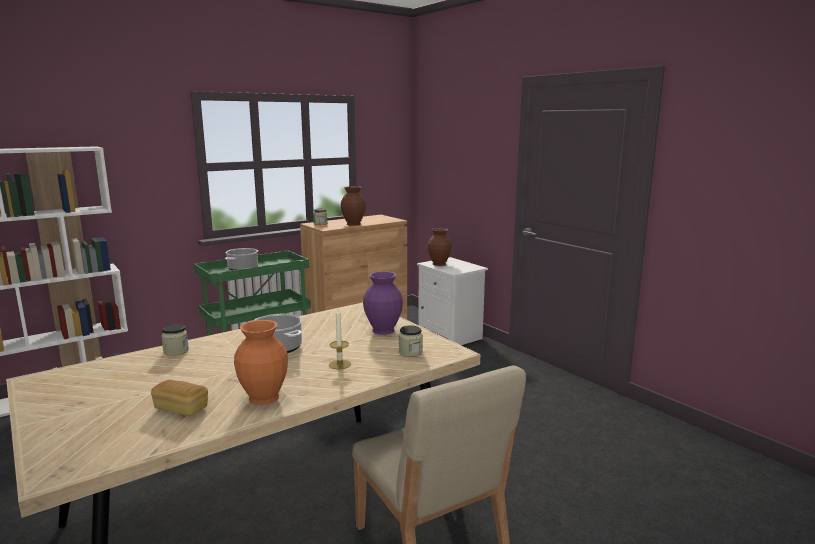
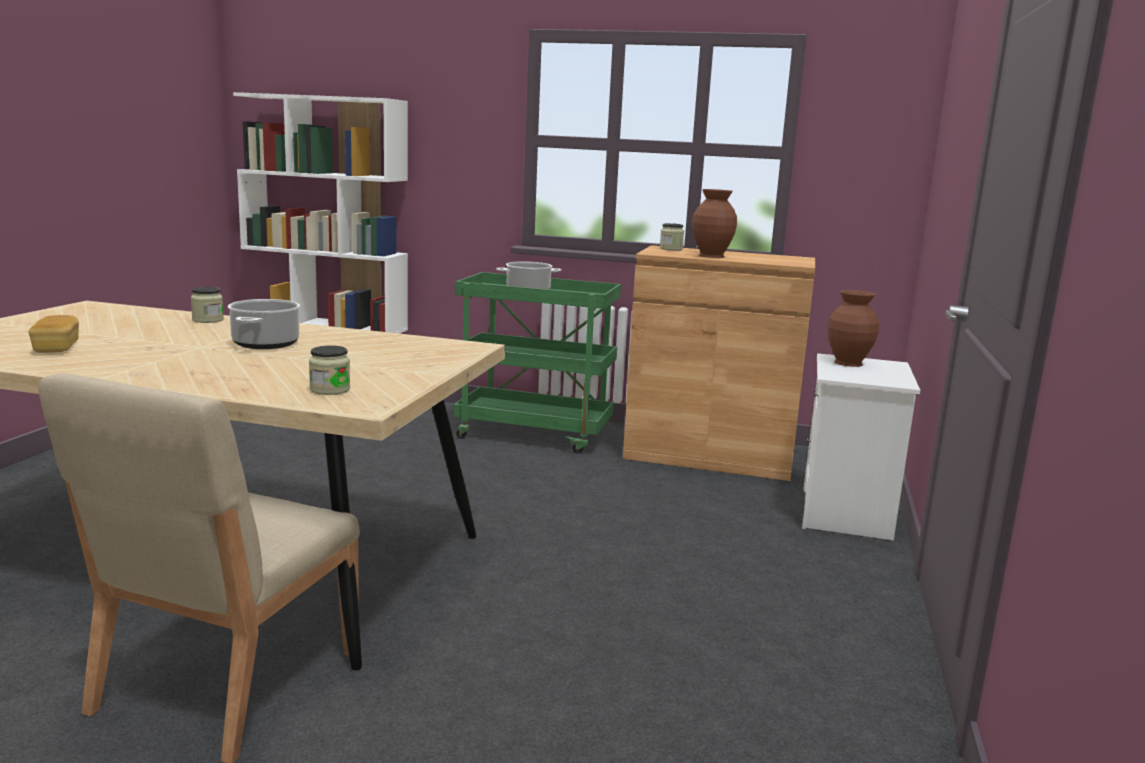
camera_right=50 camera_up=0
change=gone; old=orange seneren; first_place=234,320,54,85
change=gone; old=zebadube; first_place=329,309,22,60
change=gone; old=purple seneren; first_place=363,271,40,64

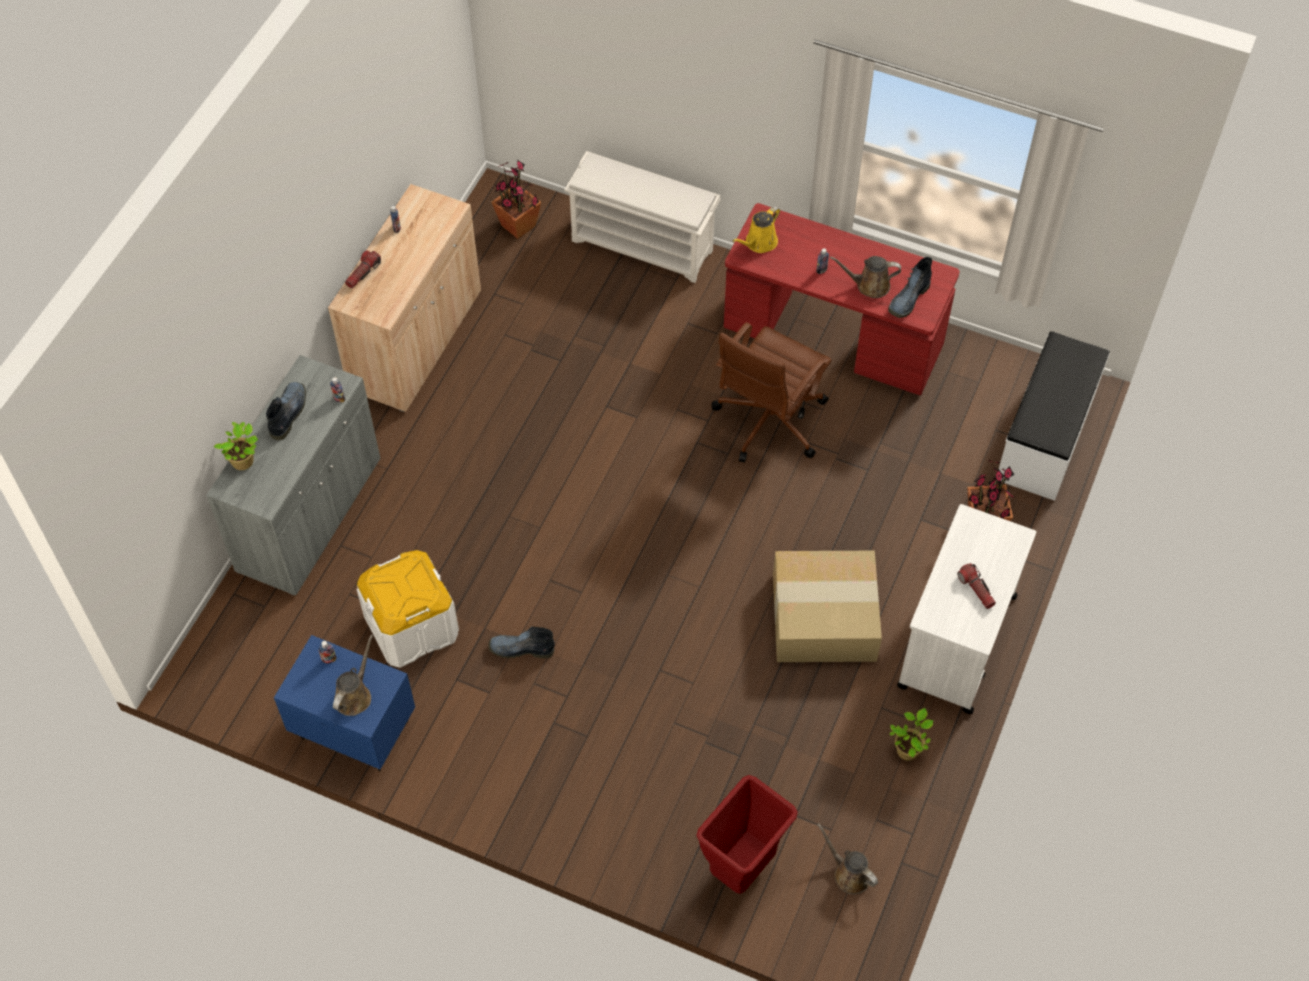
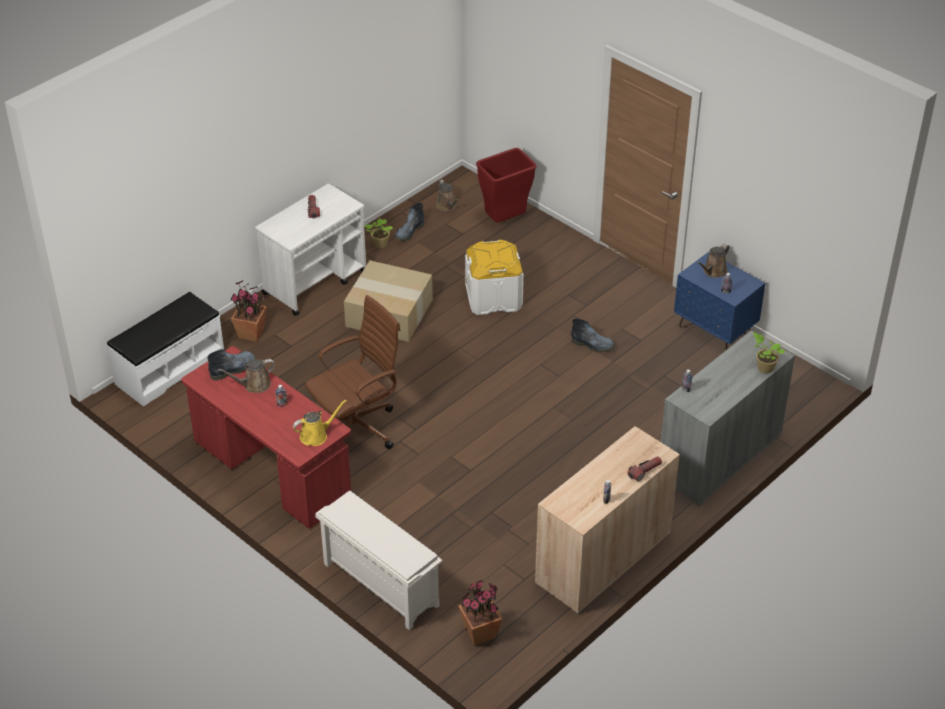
camera_right=-160 camera_up=-15
change=shifted; old=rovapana; first_place=266,382,40,58; second_place=394,203,30,38
change=shifted; old=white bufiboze; first_place=357,550,102,118; second_place=465,240,59,75
change=rotated; old=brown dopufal; first_place=830,256,71,42; second_place=218,359,57,34; degrees=135

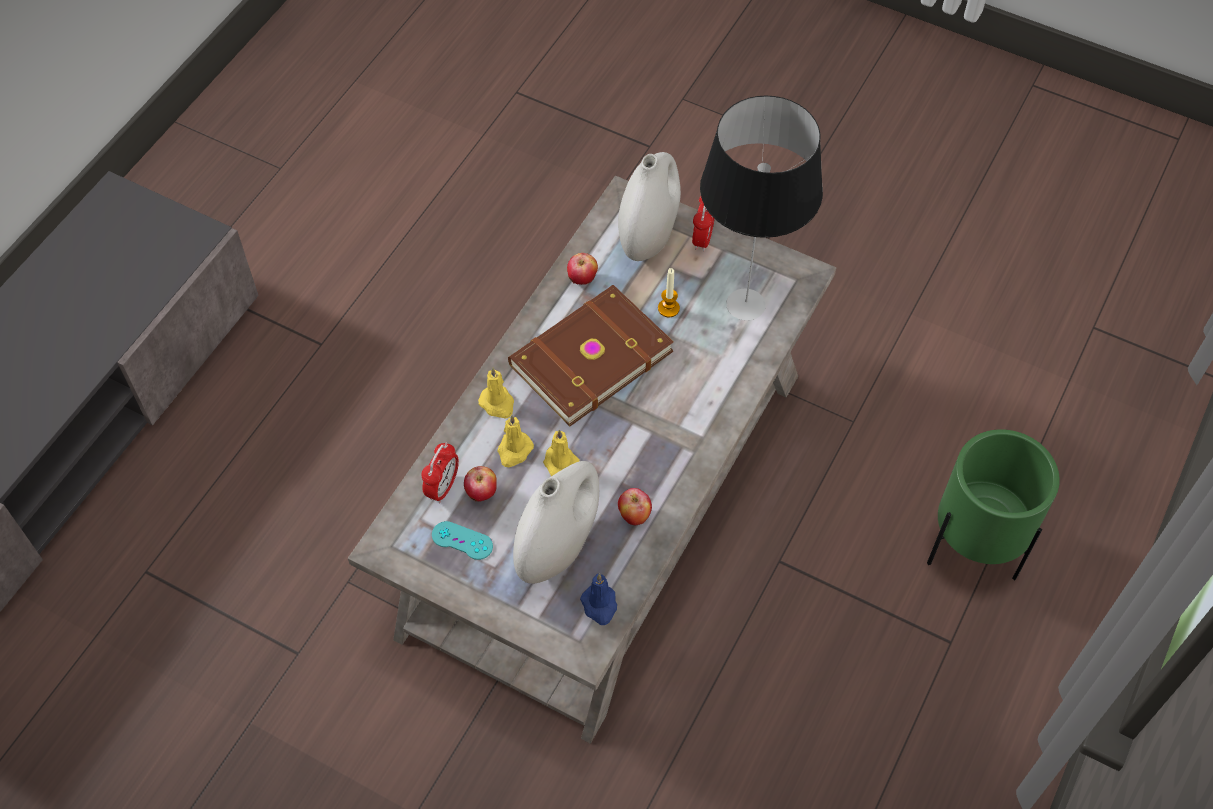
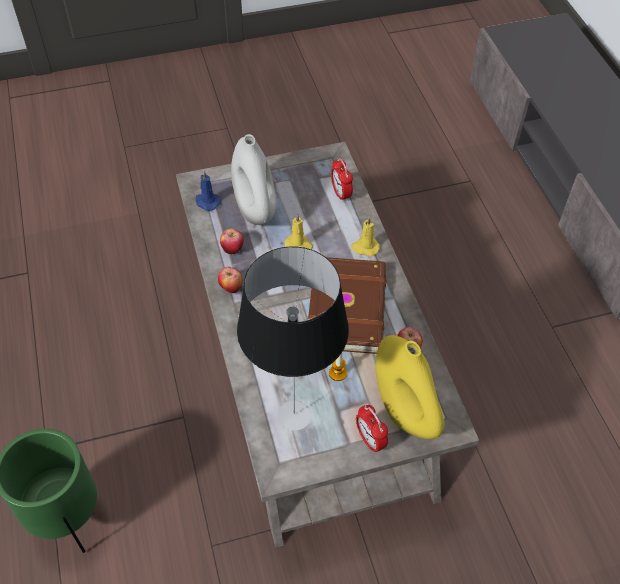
camera_right=135 camera_up=-5
change=gone; old=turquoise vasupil; first_place=432,521,61,39
change=shifted; old=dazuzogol; first_place=464,466,33,36; second_place=218,267,25,26
change=gone; old=yellow zebadube; first_place=497,415,37,52
change=repainted; old=white seneren; new=yellow seneren; first_place=618,152,63,109; second_place=375,335,70,105

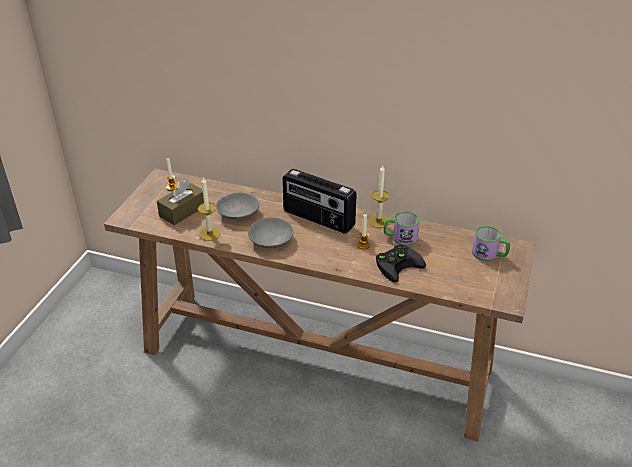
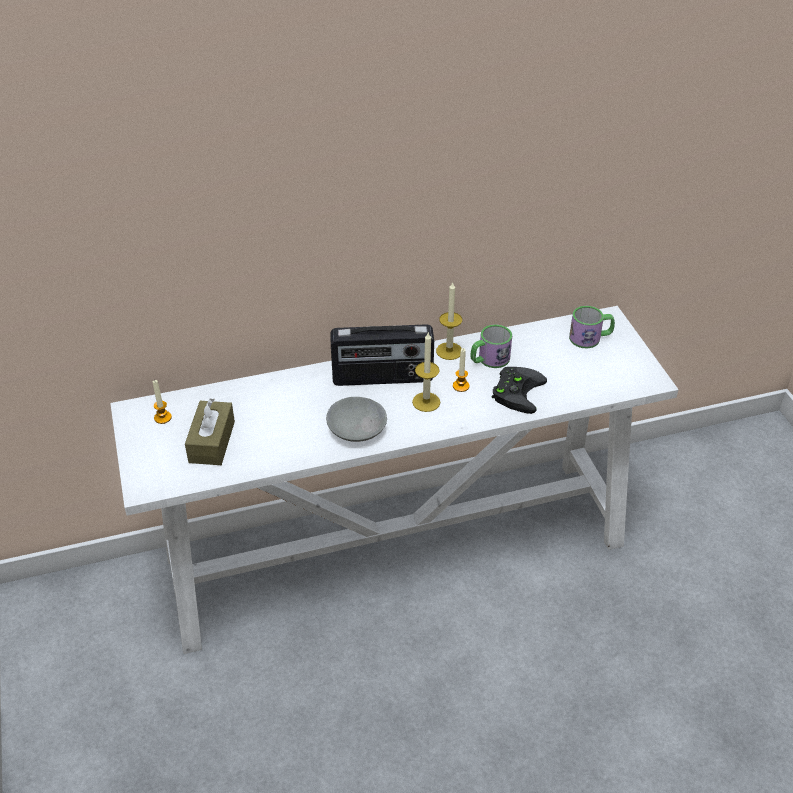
camera_right=-35 camera_up=5
change=repainted; old=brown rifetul; new=white rifetul; first_place=104,169,431,273; second_place=110,306,568,348
change=shifted; old=zebadube; first_place=198,176,23,65; second_place=412,333,28,79
change=gone; old=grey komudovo; first_place=216,192,43,28

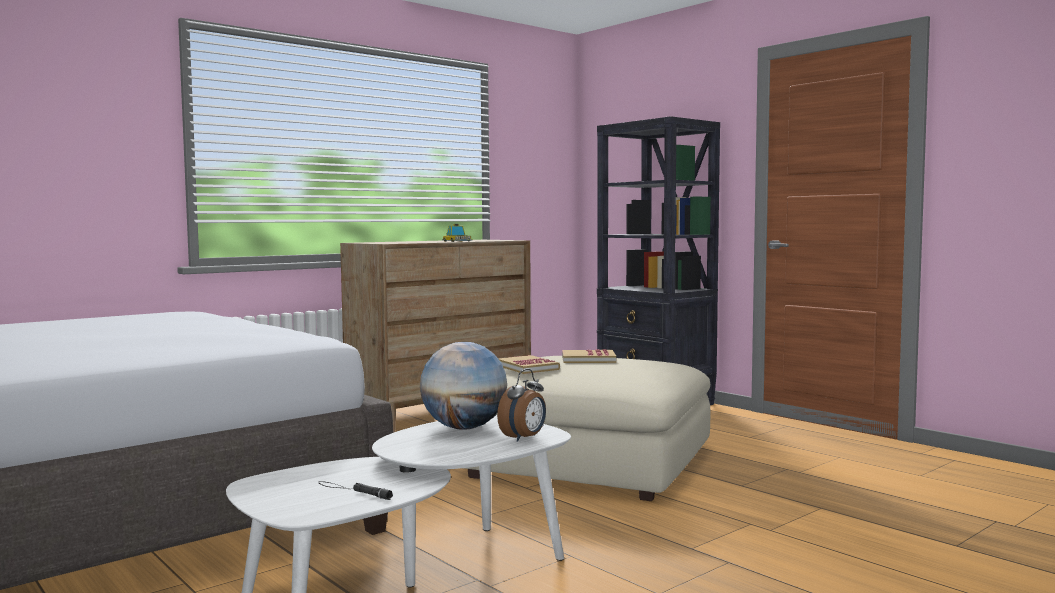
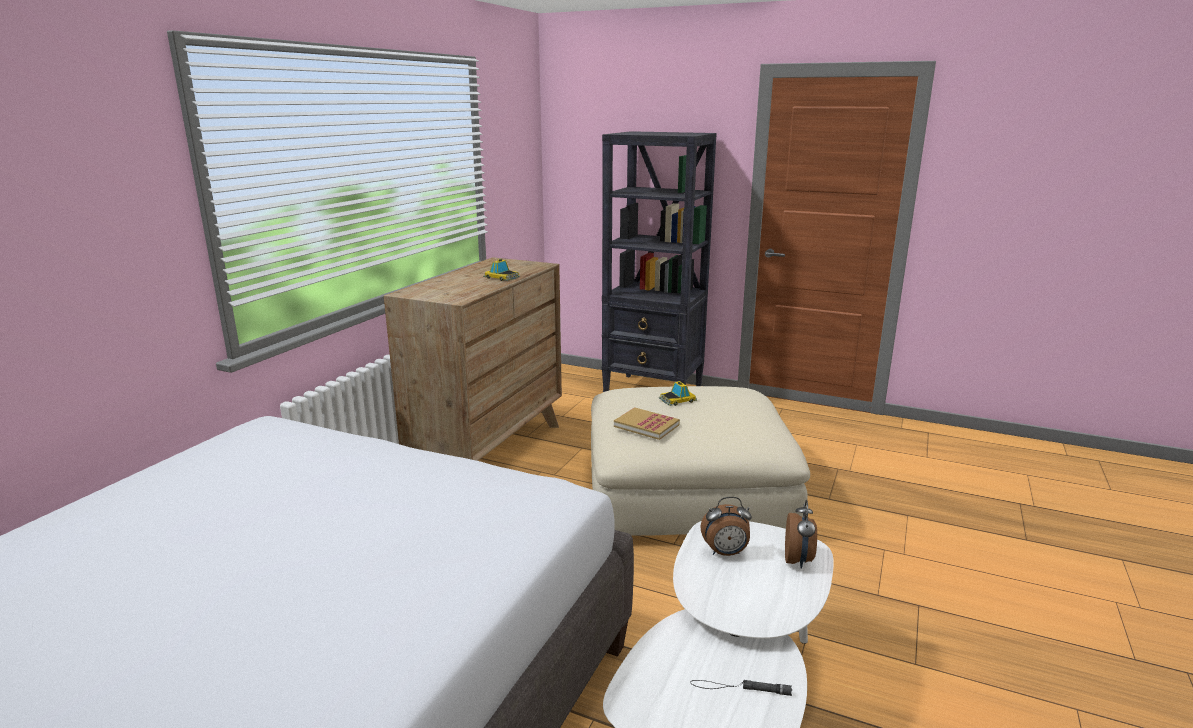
camera_right=-25 camera_up=15
change=swapped; old=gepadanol; new=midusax; first_place=420,342,87,88; second_place=700,497,52,59
change=swapped; old=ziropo; new=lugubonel; first_place=562,349,54,14; second_place=659,381,38,25

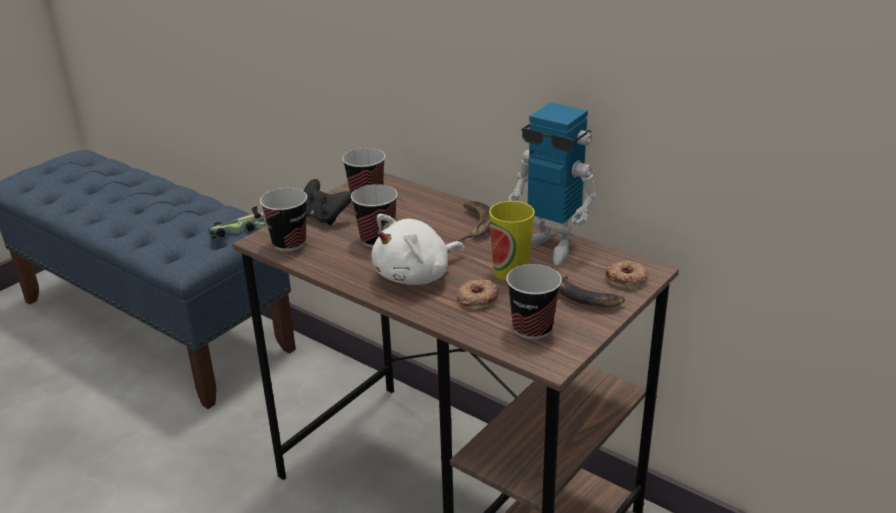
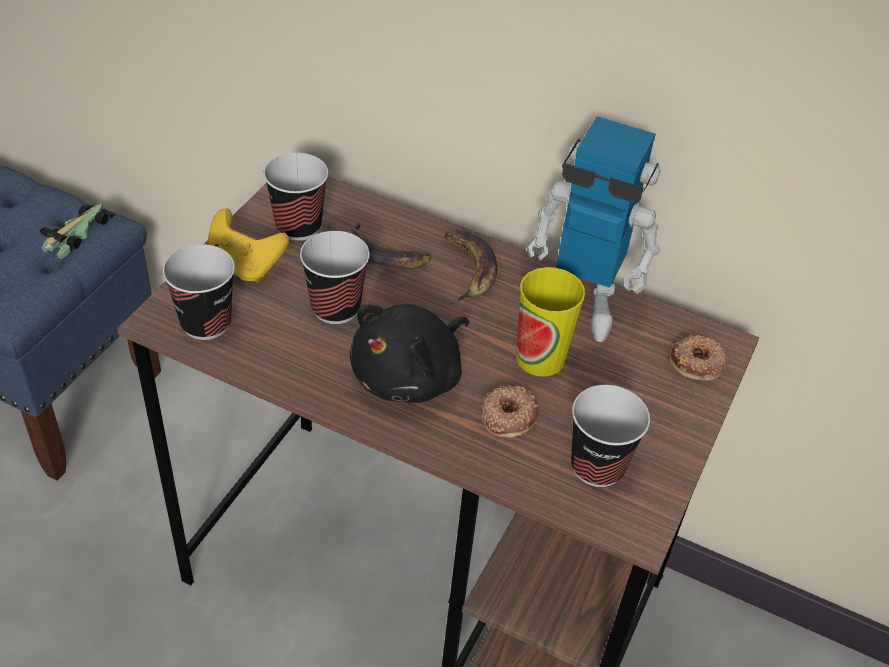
camera_right=-15 camera_up=15
change=rotated; old=lugubonel; first_place=208,206,57,33; second_place=39,204,76,55; degrees=150
change=repainted; old=black vasupil; new=yellow vasupil; first_place=304,179,48,46; second_place=208,208,81,75
change=repainted; old=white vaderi; new=black vaderi; first_place=371,214,93,71; second_place=350,304,119,99
change=shifted; old=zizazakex; first_place=559,275,66,32; second_place=347,221,84,48

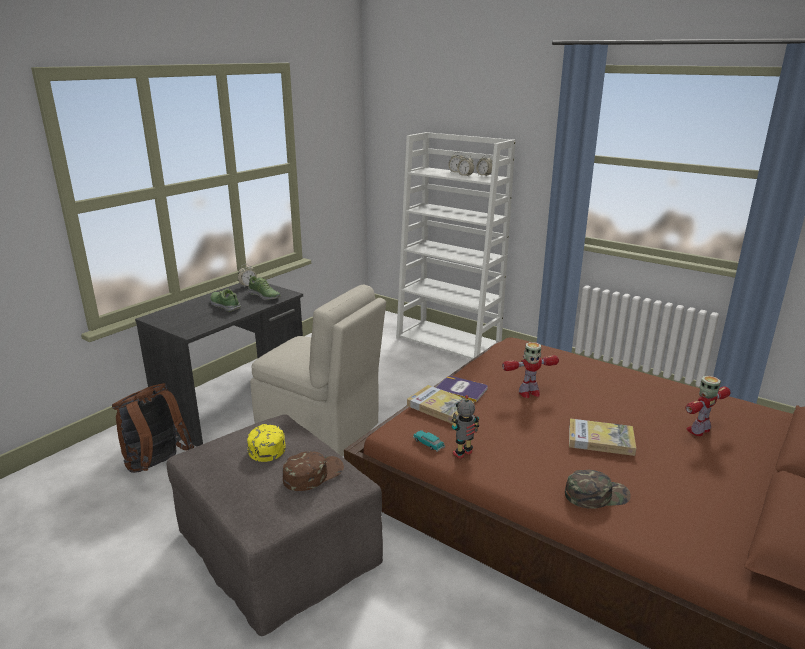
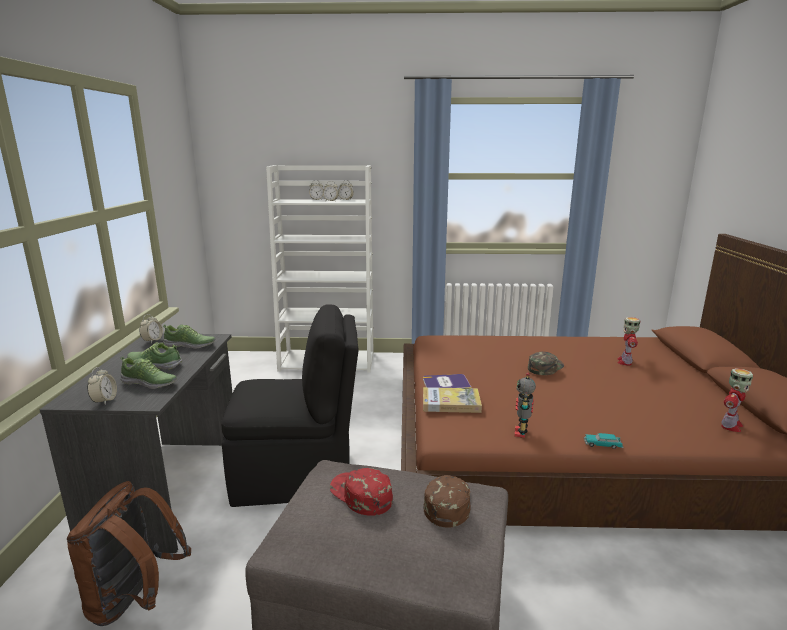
camera_right=-35 camera_up=-5
change=repainted; old=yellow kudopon; new=red kudopon; first_place=247,424,39,38; second_place=330,468,63,48
change=repainted; old=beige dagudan; new=black dagudan; first_place=250,285,136,172; second_place=221,304,138,203
change=shifted; old=lugubonel; first_place=413,430,32,22; second_place=584,433,40,16
change=shifted; old=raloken; first_place=502,342,57,56; second_place=721,368,32,64
change=shifted; old=green kudopon; first_place=565,470,66,39; second_place=528,352,36,23
change=gone; old=ziropo; first_place=569,418,67,38
change=new; new=midusax; second_place=87,367,30,38
change=new; new=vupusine; second_place=120,357,57,32

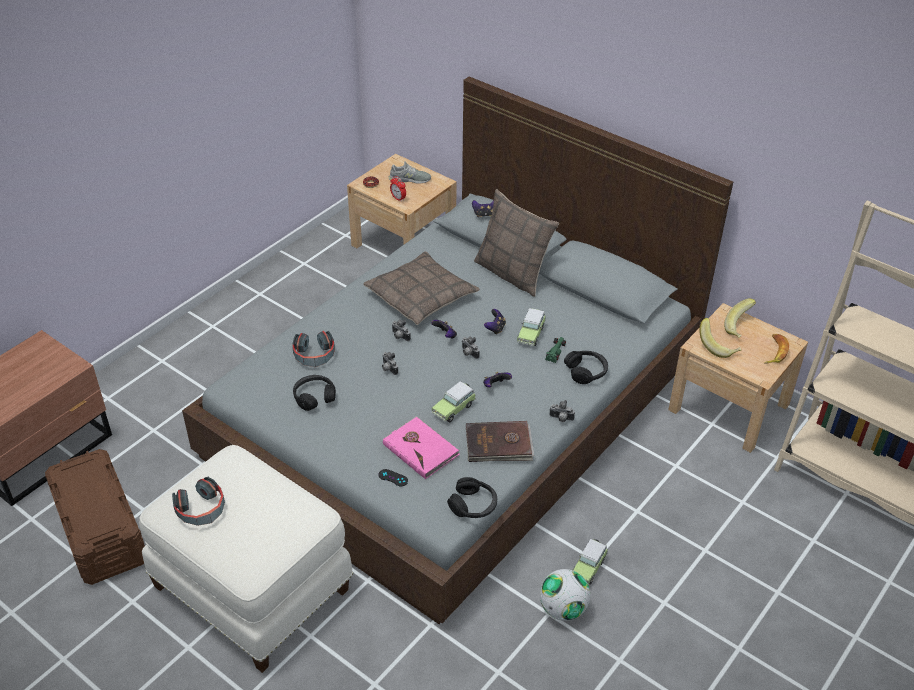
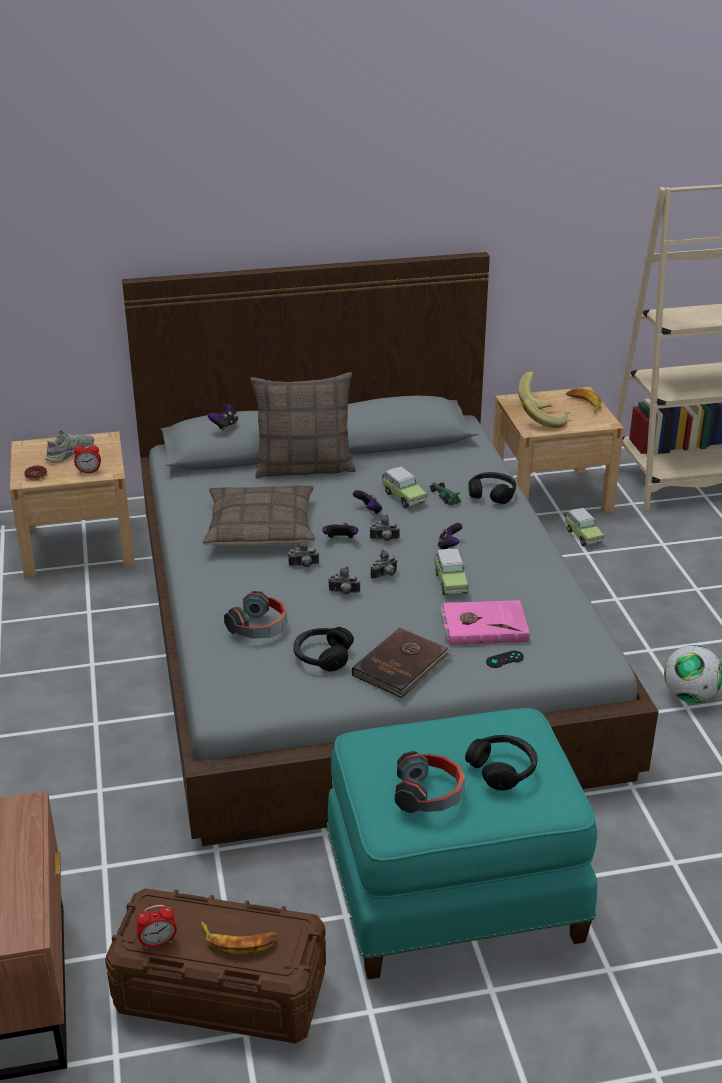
camera_right=-50 camera_up=-10
change=repainted; old=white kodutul; new=turquoise kodutul; first_place=139,445,214,228; second_place=327,708,270,272
change=shifted; old=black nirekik; first_place=447,477,50,41; second_place=465,735,73,55
change=shifted; old=brown ziropo; first_place=466,421,68,41; second_place=352,628,101,70
change=shifted; old=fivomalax; first_place=549,400,26,22; second_place=371,550,27,29
change=shifted; old=lugubonel; first_place=573,539,35,46; second_place=564,508,41,38
change=new; new=midusax; second_place=136,905,41,44
change=new; new=zizazakex; second_place=201,922,76,33

